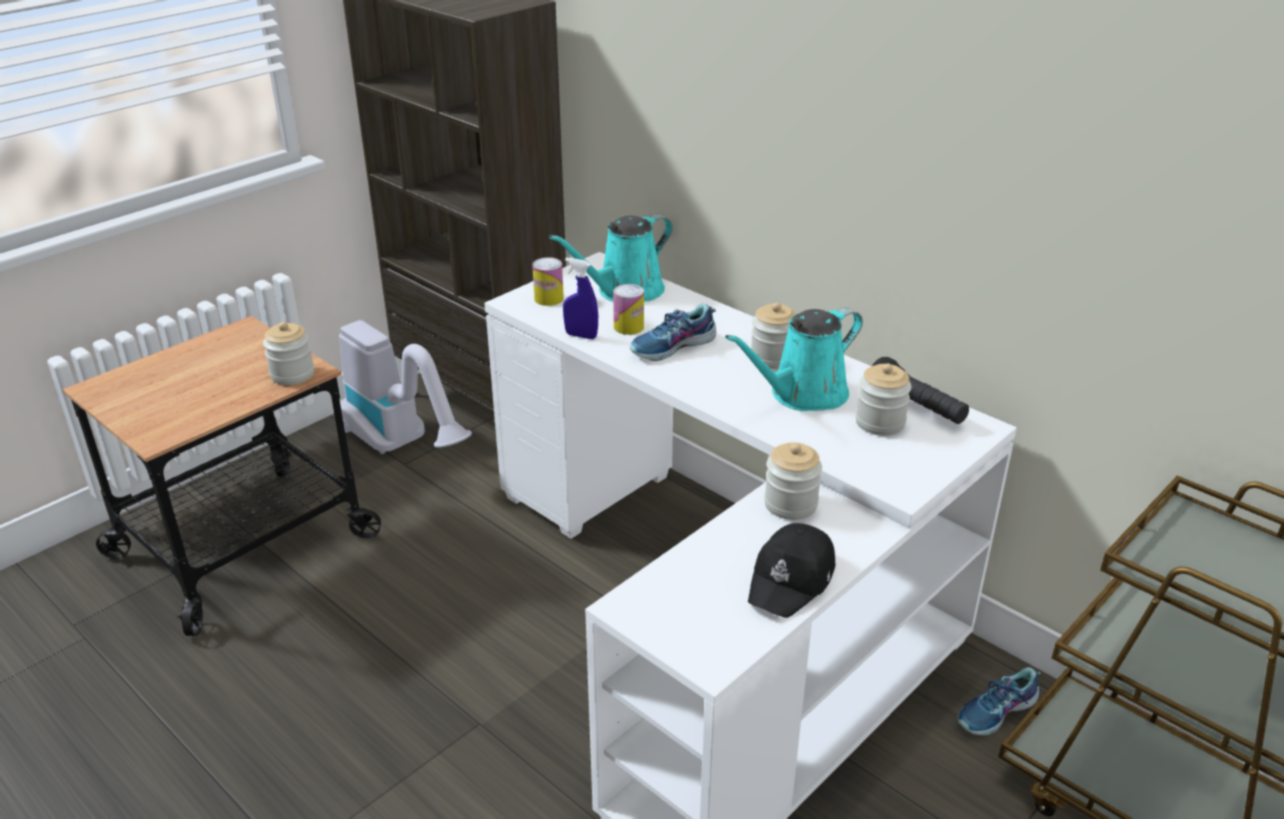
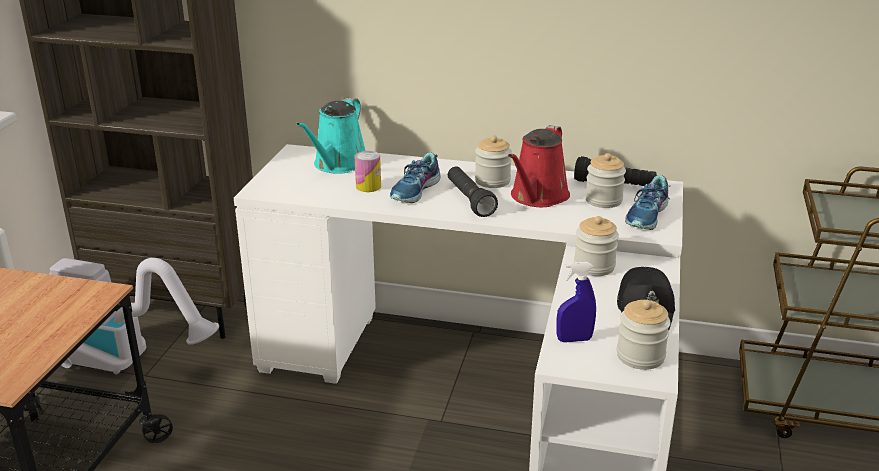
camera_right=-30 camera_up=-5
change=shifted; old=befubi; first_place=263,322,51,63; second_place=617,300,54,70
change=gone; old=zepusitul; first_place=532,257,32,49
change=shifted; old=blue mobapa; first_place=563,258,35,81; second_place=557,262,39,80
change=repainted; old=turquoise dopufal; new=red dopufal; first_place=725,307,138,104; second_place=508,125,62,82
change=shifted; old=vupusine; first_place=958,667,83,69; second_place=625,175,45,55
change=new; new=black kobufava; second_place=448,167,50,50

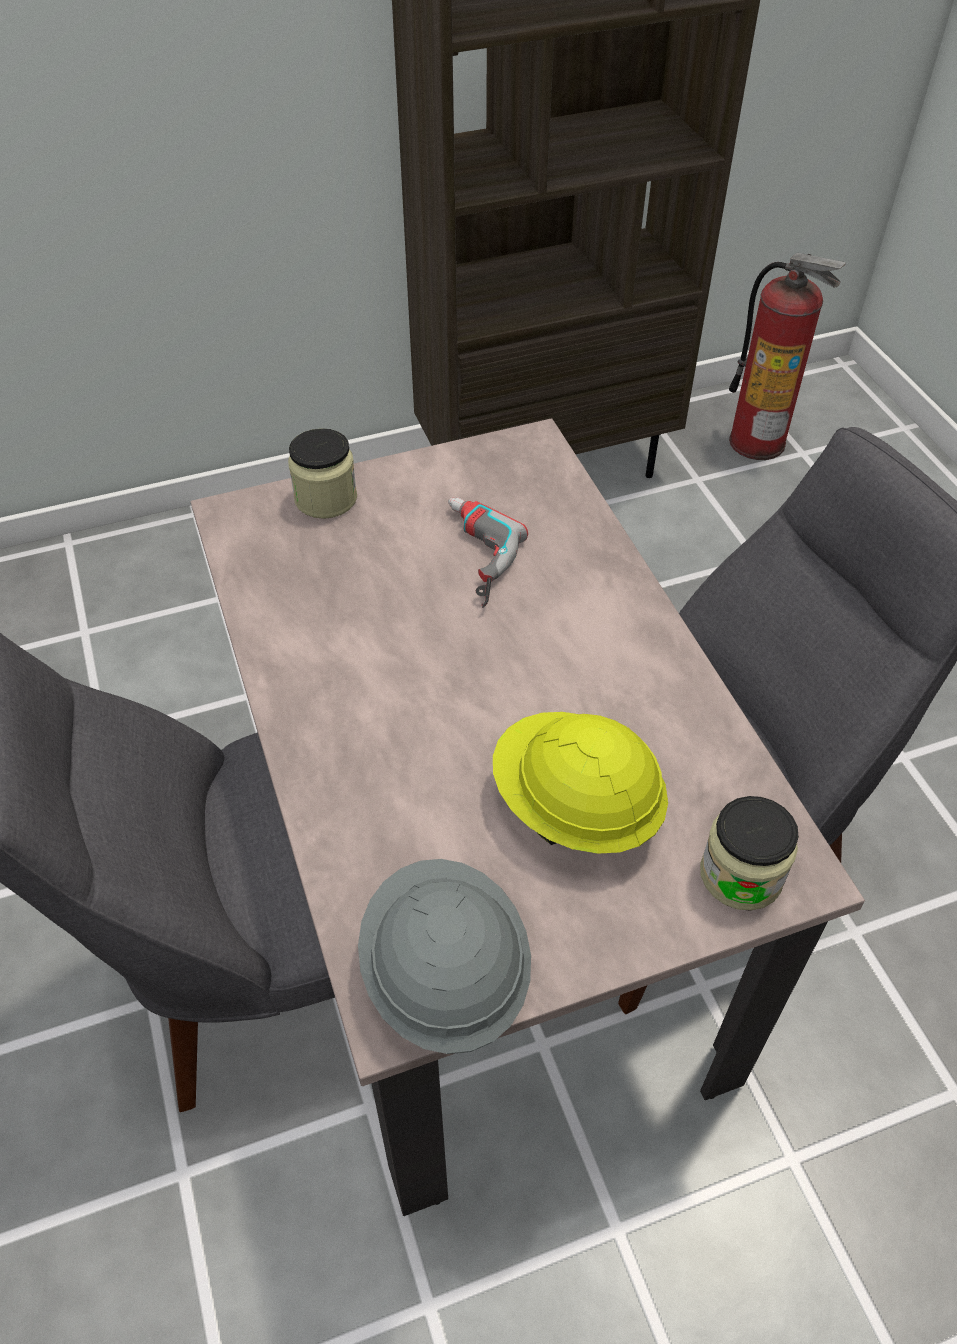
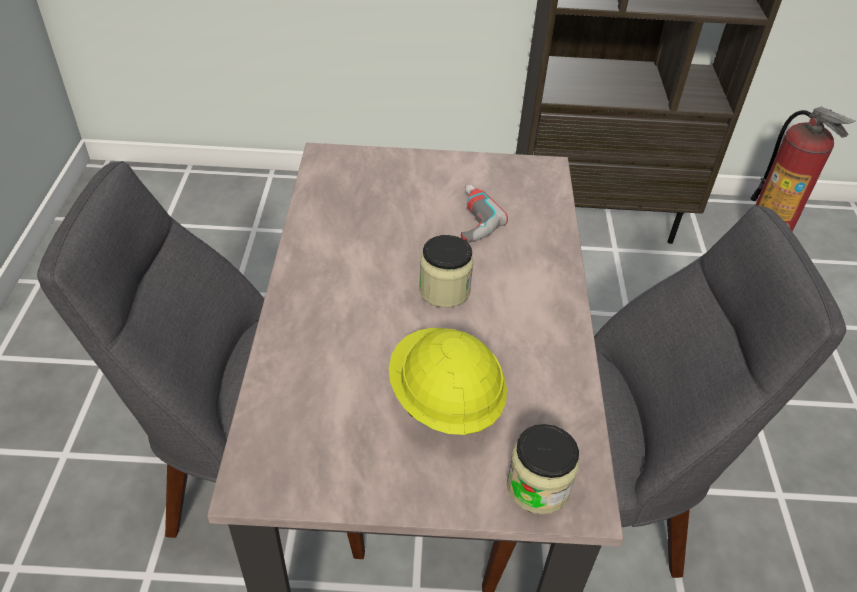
camera_right=20 camera_up=-5
change=shifted; old=befubi; first_place=288,428,69,91; second_place=419,235,55,73
change=gone; old=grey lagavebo; first_place=358,859,173,195

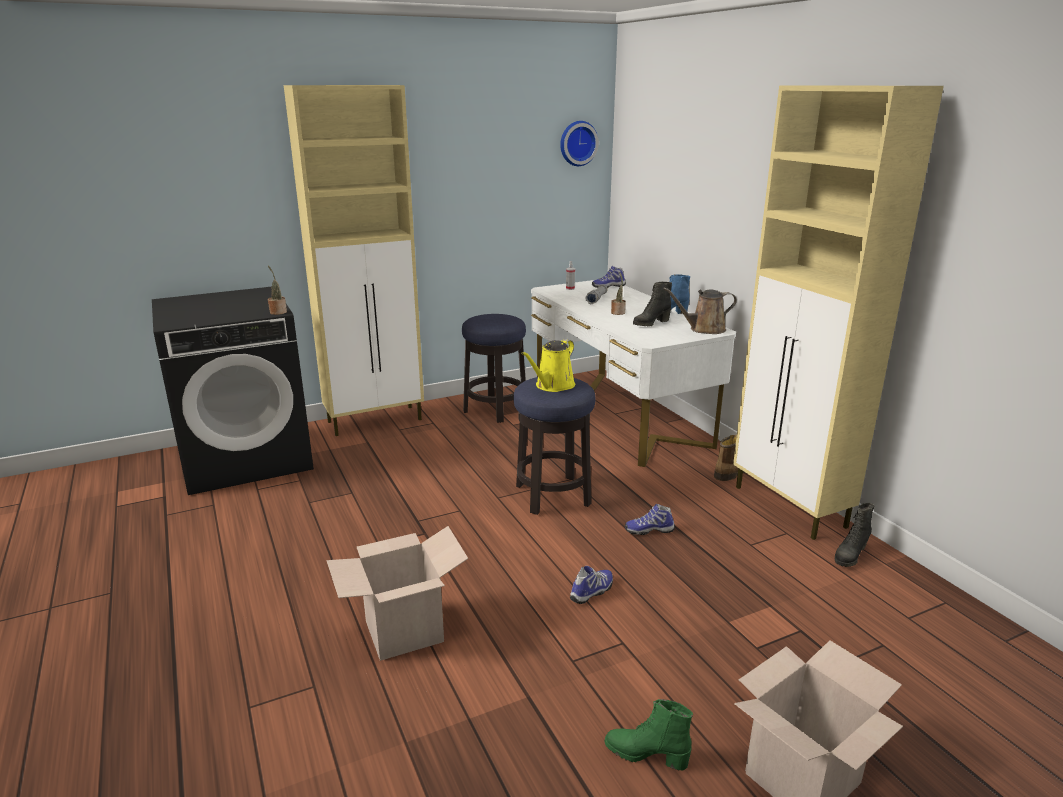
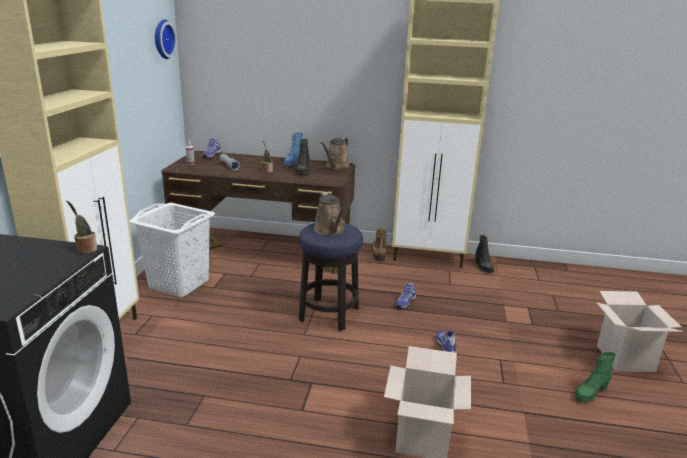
camera_right=-55 camera_up=0
change=swapped; old=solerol; new=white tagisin; first_place=462,314,64,109; second_place=129,203,86,94
change=repainted; old=yellow dopufal; new=brown dopufal; first_place=521,339,54,53; second_place=314,193,31,42
change=repainted; old=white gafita; new=brown gafita; first_place=531,280,205,187; second_place=161,151,194,123

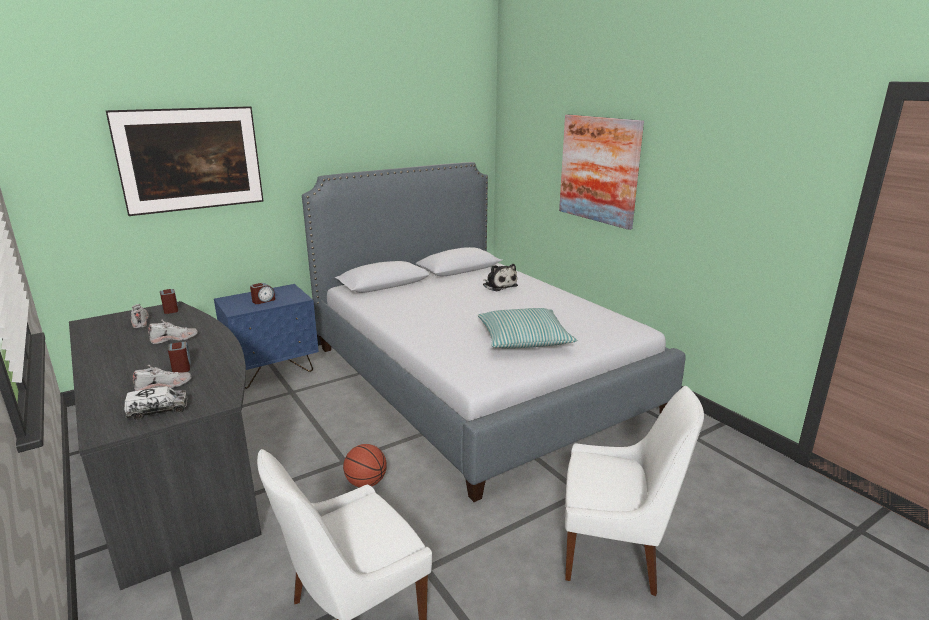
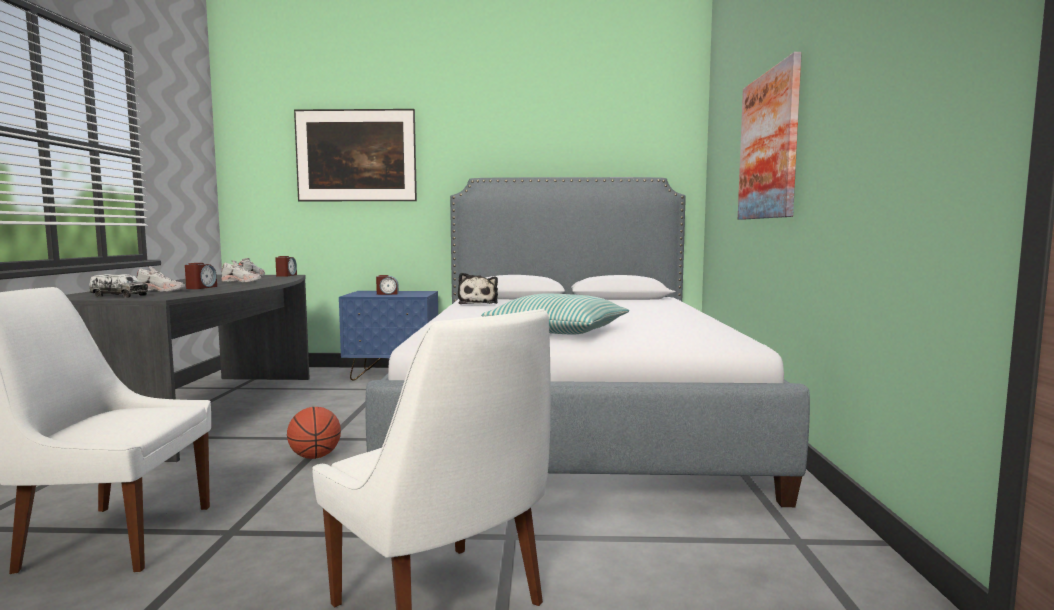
camera_right=35 camera_up=-15
change=shifted; old=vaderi; first_place=483,264,35,27; second_place=458,272,40,32

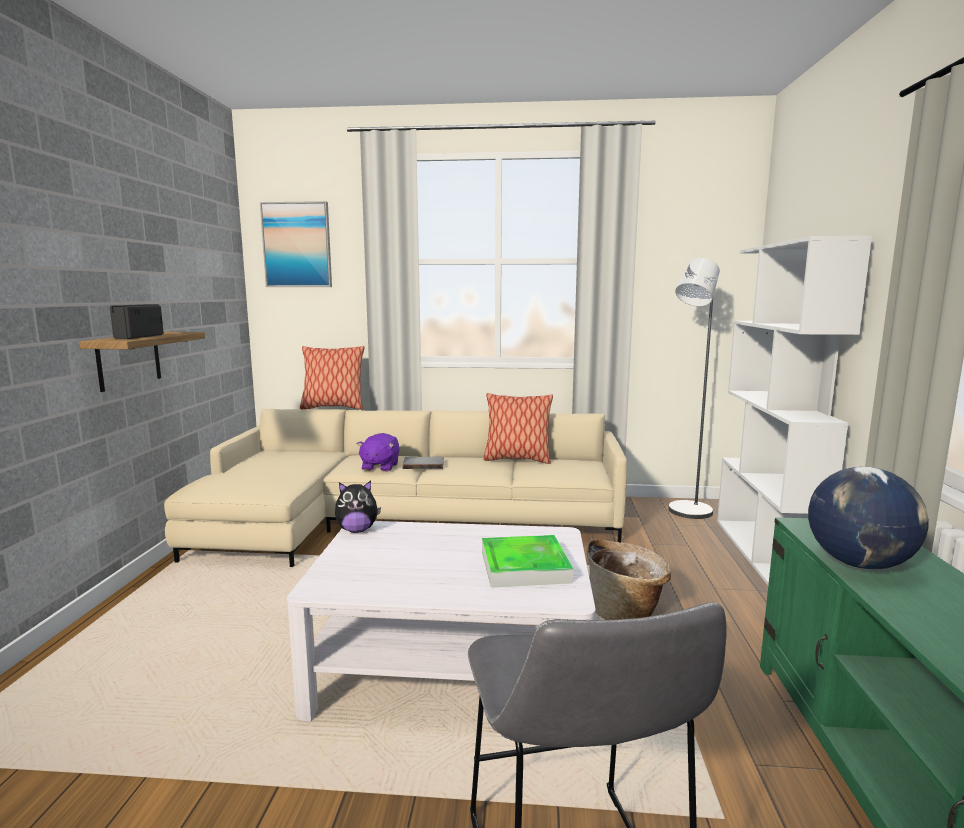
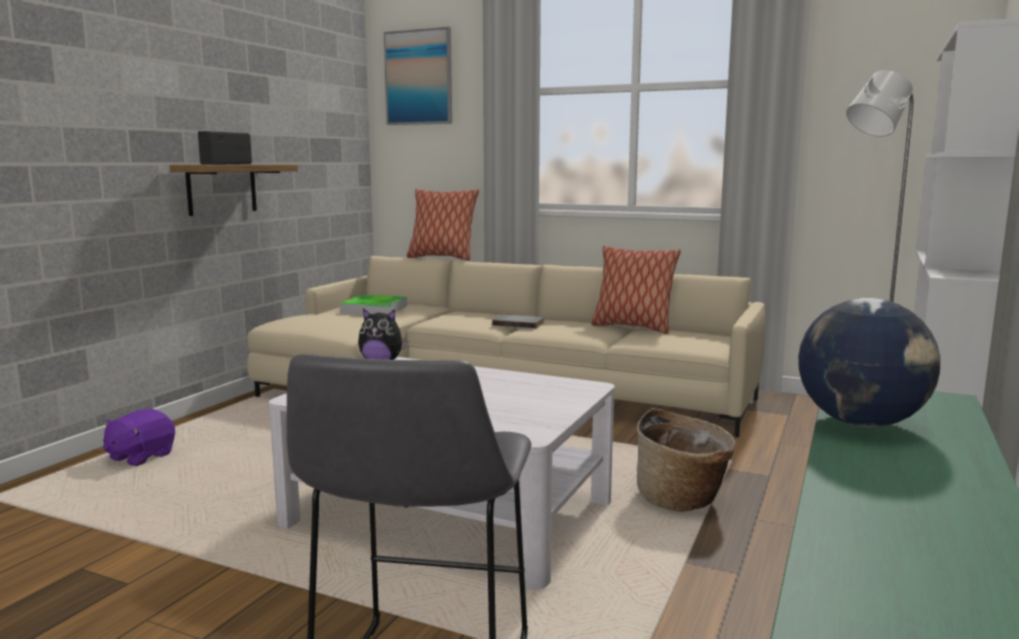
camera_right=20 camera_up=0
change=shifted; old=purple vaderi; first_place=357,433,43,39; second_place=103,409,72,57
change=shifted; old=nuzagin; first_place=482,535,91,53; second_place=339,295,68,20

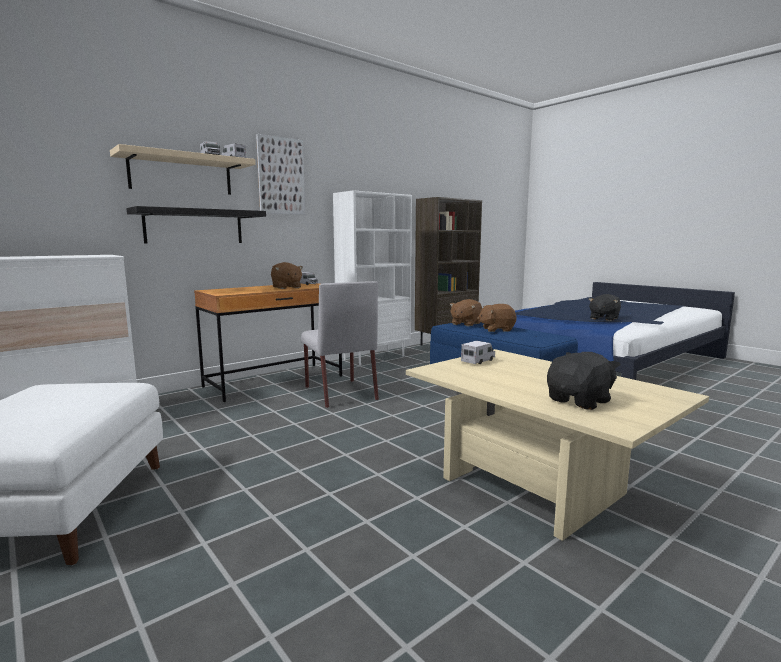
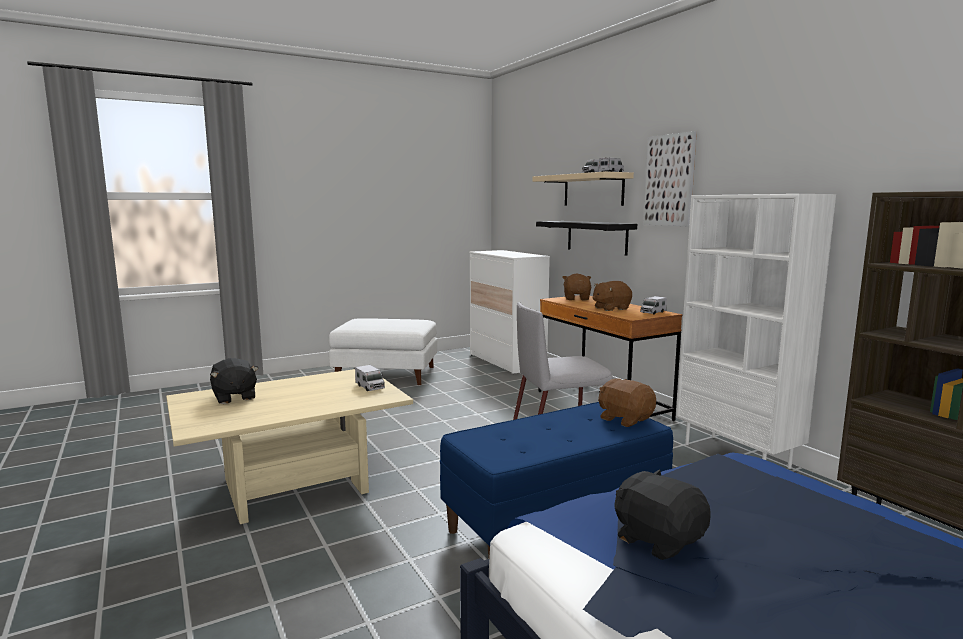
camera_right=100 camera_up=0
change=shifted; old=brown vaderi; first_place=477,304,40,28; second_place=562,274,29,26

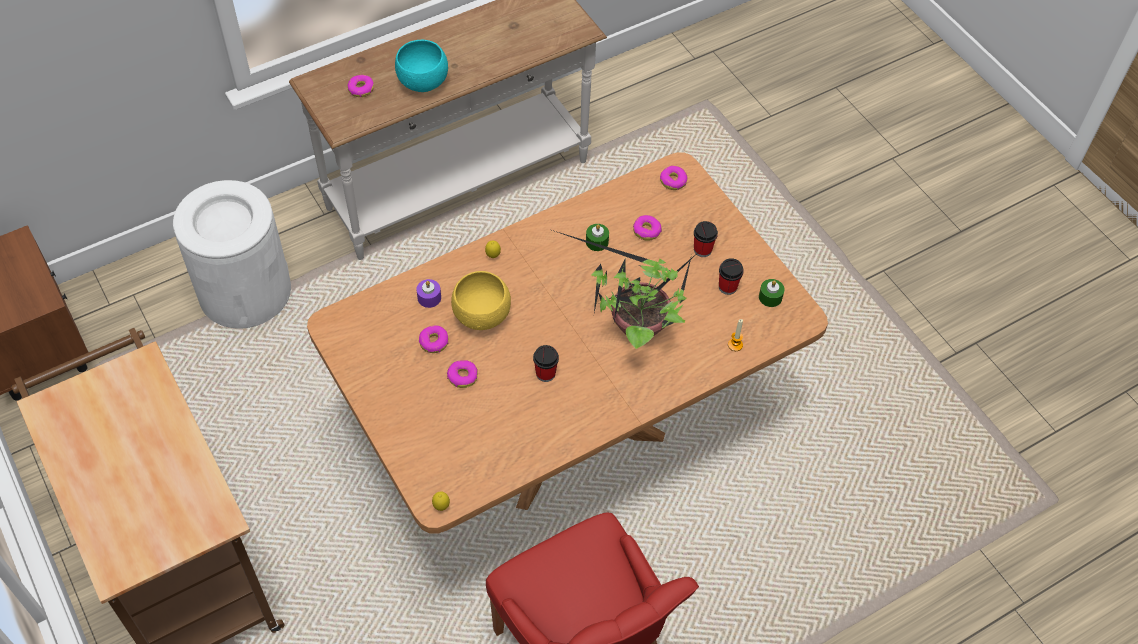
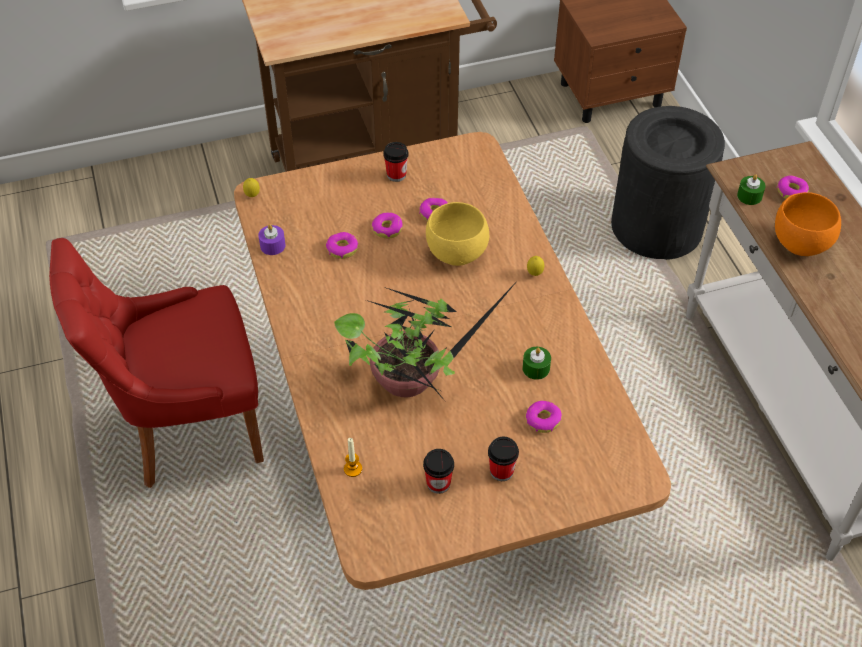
camera_right=105 camera_up=-5
change=repainted; old=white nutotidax; new=black nutotidax; first_place=173,180,118,149; second_place=611,106,114,154
change=repainted; old=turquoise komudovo; new=orange komudovo; first_place=395,40,53,52; second_place=775,192,66,64
change=shifted; old=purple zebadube; first_place=417,279,24,29; second_place=258,224,28,31
change=shifted; old=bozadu; first_place=533,345,26,37; second_place=383,142,26,40
change=shifted; old=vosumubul; first_place=660,166,28,24; second_place=326,232,32,27
change=shifted; old=green zebadube; first_place=759,279,26,28; second_place=737,174,29,31

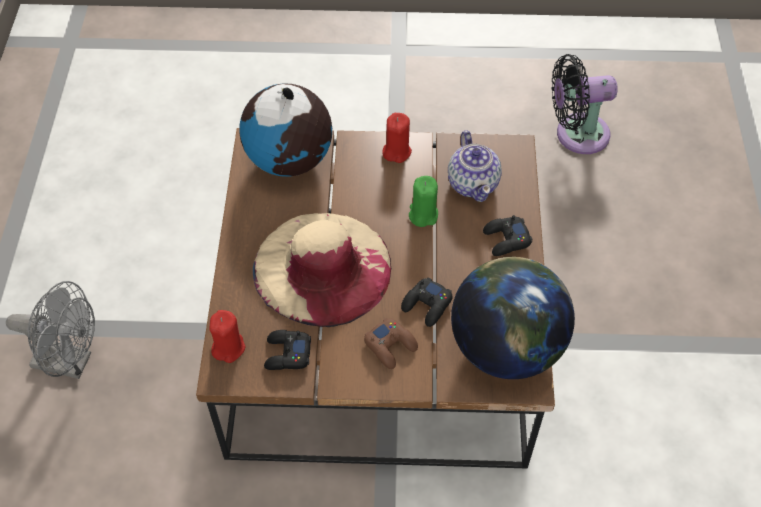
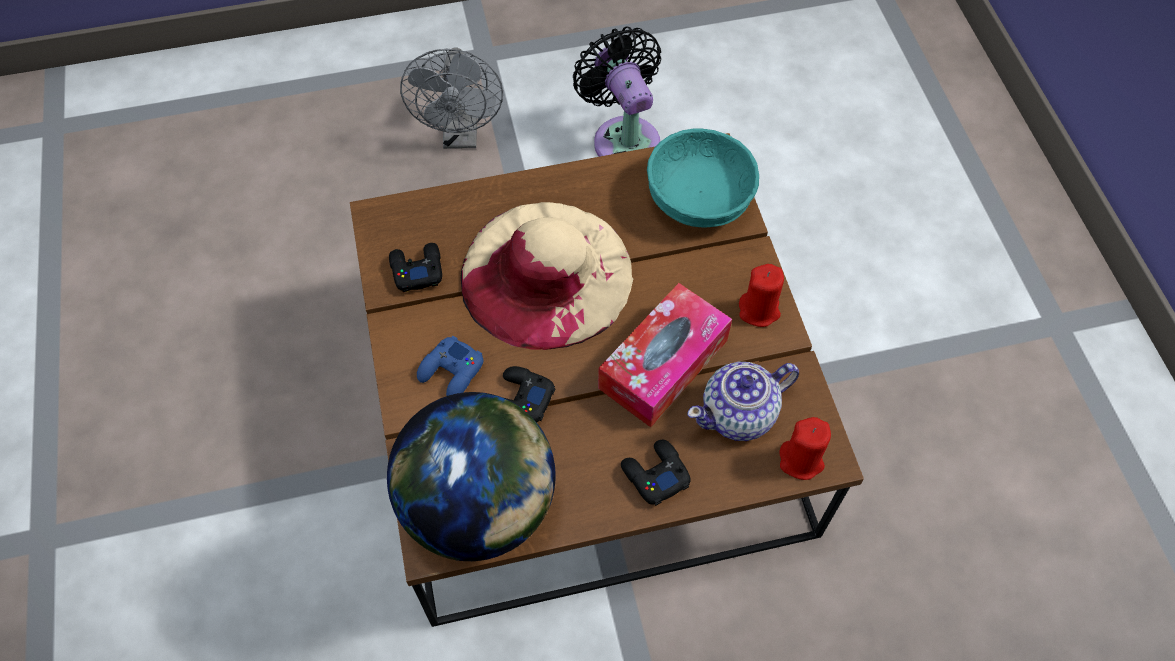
camera_right=75 camera_up=5
change=shifted; old=red zebadube; first_place=209,310,37,53; second_place=779,417,52,63
change=swapped; old=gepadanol; new=turquoise komudovo; first_place=239,83,93,94; second_place=647,129,112,99
change=repainted; old=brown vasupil; new=blue vasupil; first_place=364,317,54,52; second_place=417,336,66,60
change=swapped; old=green zebadube; new=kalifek; first_place=409,176,29,51; second_place=598,283,134,144
change=shifted; old=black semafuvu; first_place=552,54,66,100; second_place=573,27,88,130

